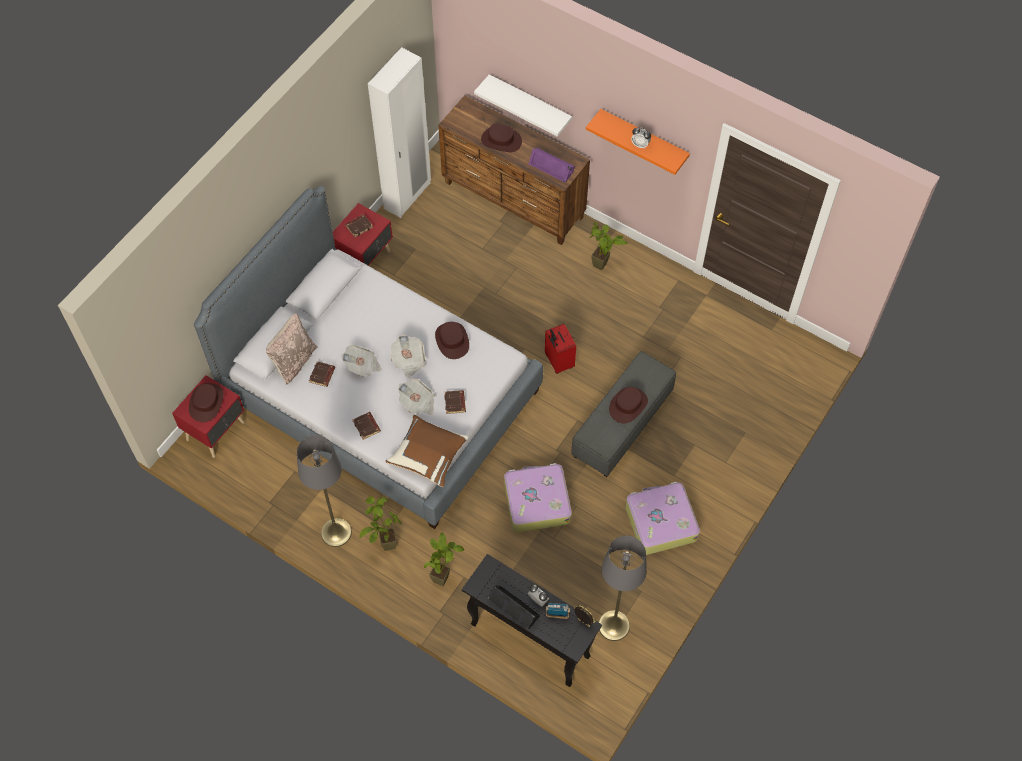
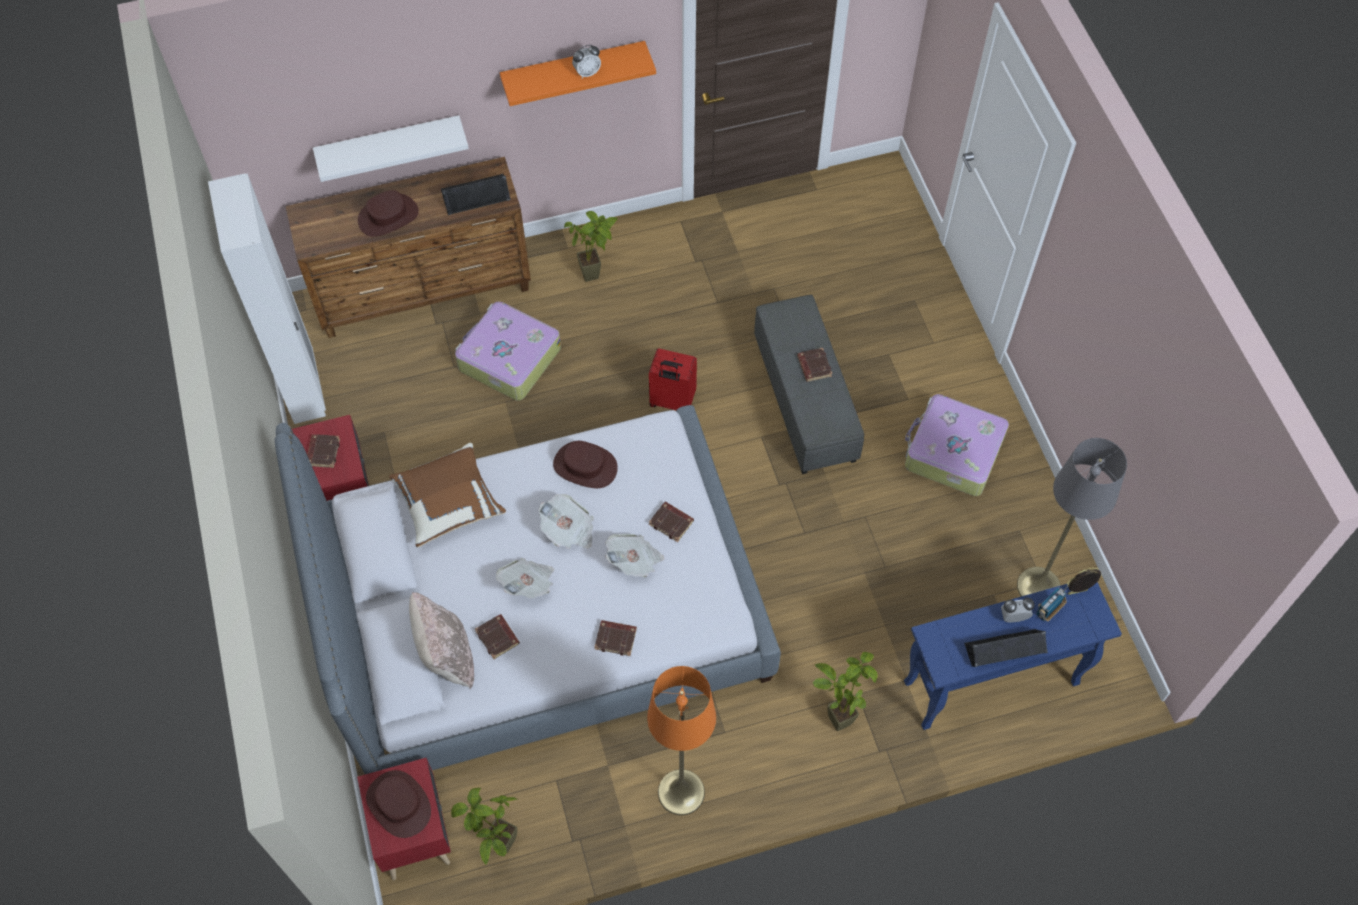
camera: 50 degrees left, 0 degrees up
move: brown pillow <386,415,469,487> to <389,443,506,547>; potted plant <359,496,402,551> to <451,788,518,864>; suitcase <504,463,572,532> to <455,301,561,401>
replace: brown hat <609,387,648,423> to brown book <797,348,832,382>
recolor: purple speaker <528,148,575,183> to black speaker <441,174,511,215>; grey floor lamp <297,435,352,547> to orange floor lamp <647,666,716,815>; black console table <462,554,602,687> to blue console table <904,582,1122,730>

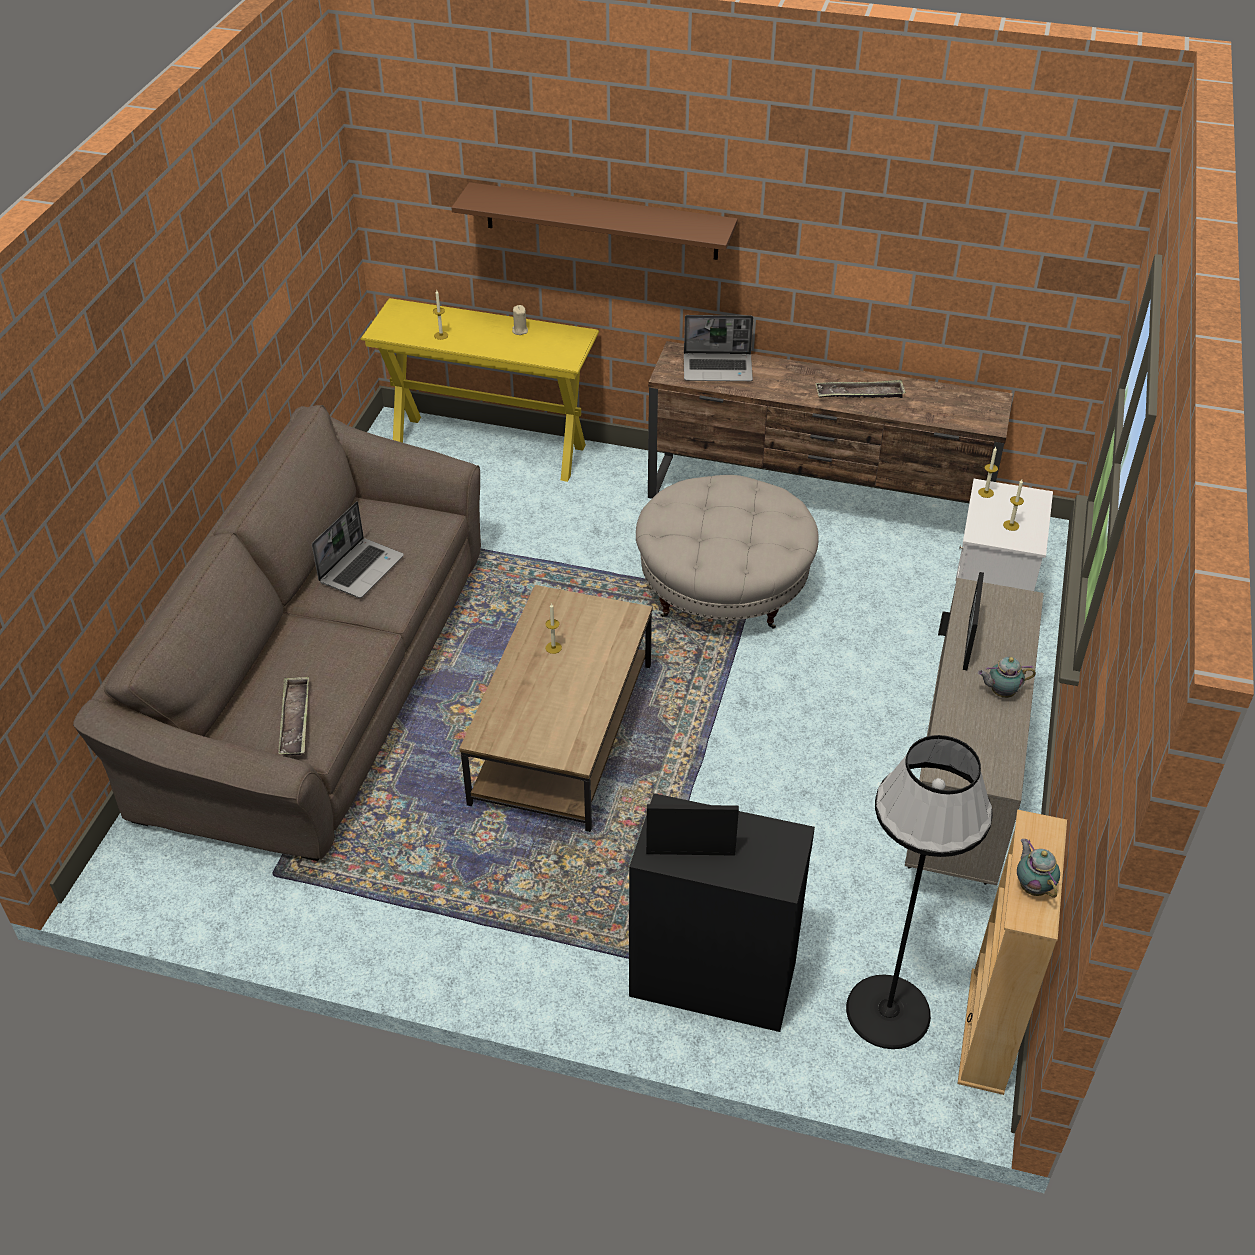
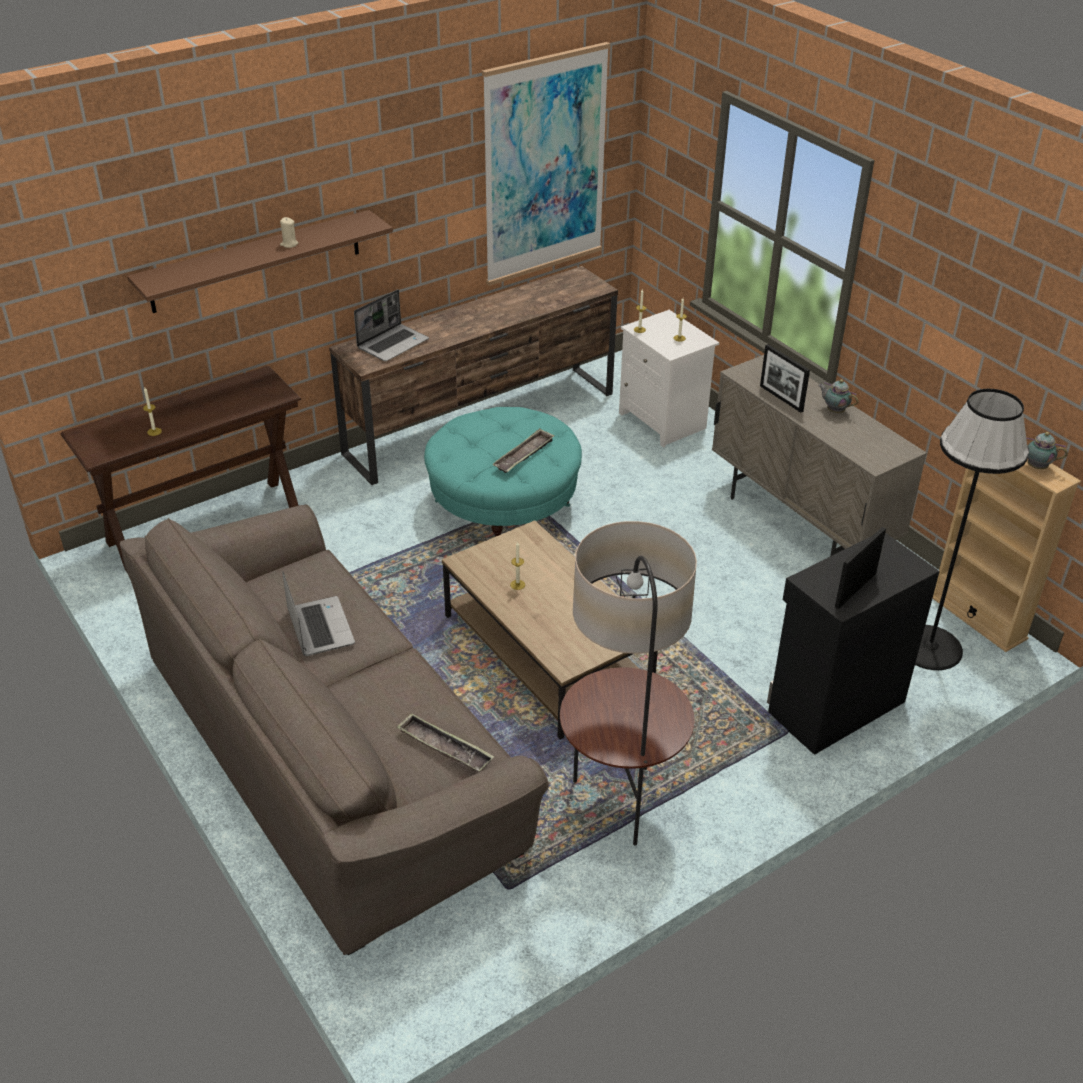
camera: 50 degrees left, 5 degrees down
insert: picture <482,42,610,286>; floor lamp <560,521,697,846>
move: beige candle <512,305,528,335> to <280,217,299,248>; tray <815,380,906,398> to <492,428,555,473>
recolor: yellow console table <361,298,599,482> to brown console table <60,366,301,572>; beige ottoman <636,475,819,629> to turquoise ottoman <424,407,582,537>
rotate: teapot <977,657,1036,698> = <818,379,858,413> 90 degrees clockwise

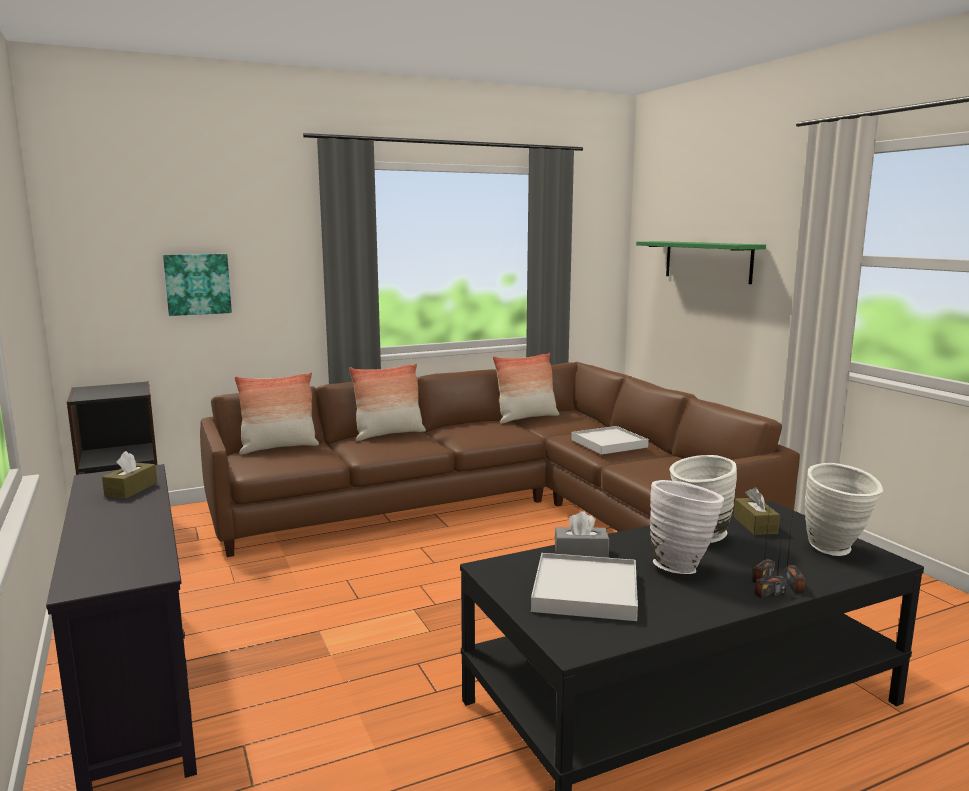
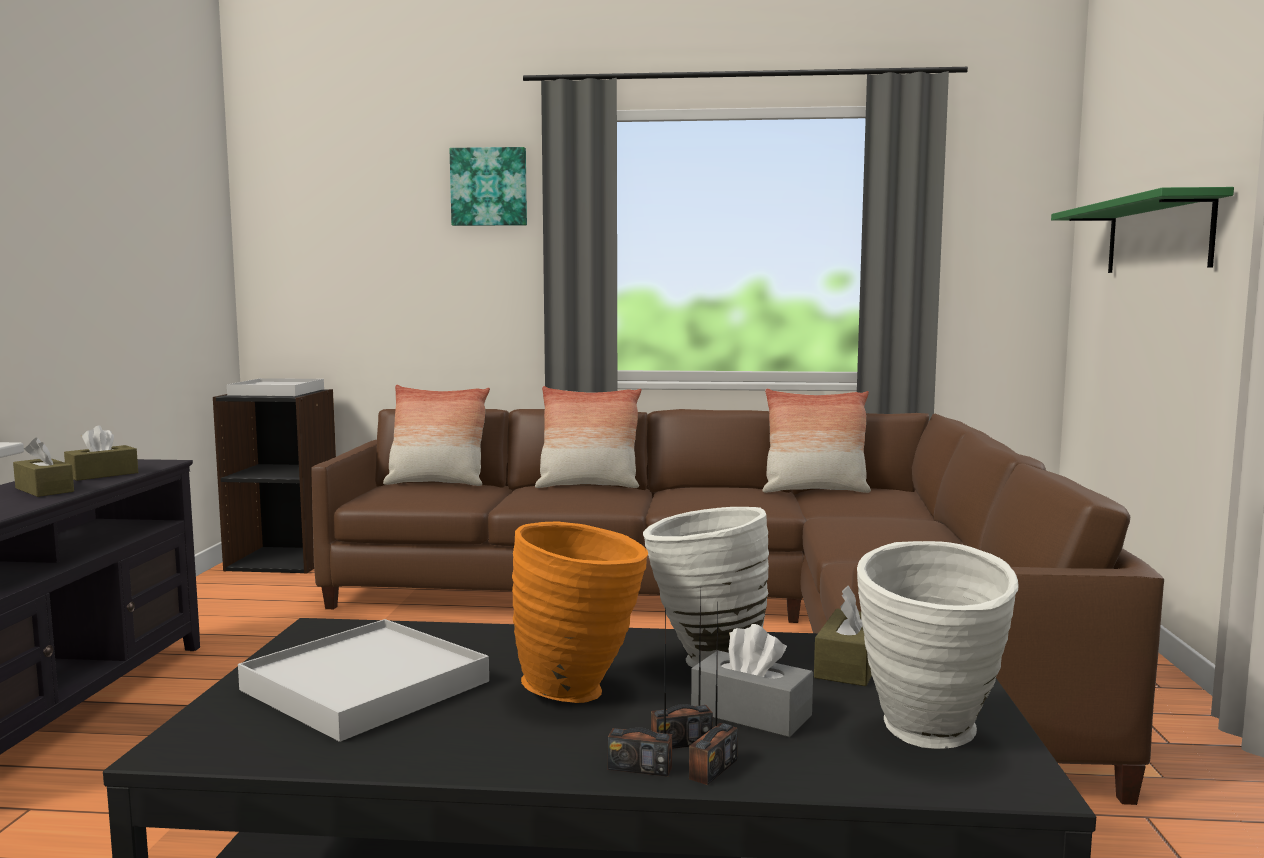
camera: 30 degrees right, 5 degrees down
insert: brown tissue box <13,437,74,497>
move: white tray <571,426,649,455> to <227,378,324,396>; picture <163,254,232,316> to <450,147,527,226>; grey tissue box <555,511,609,558> to <691,624,813,737>
recolor: white vase <650,480,724,574> to orange vase <512,521,648,703>

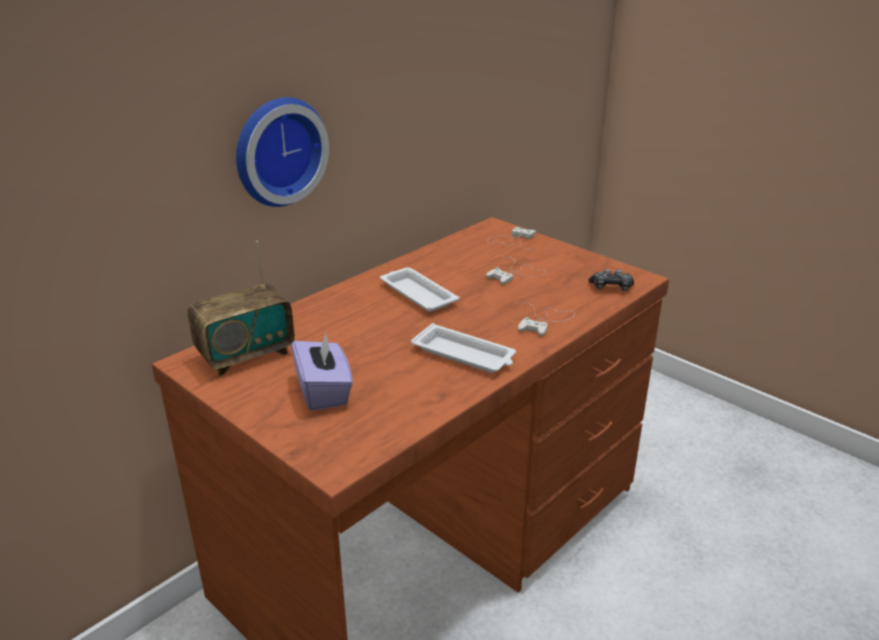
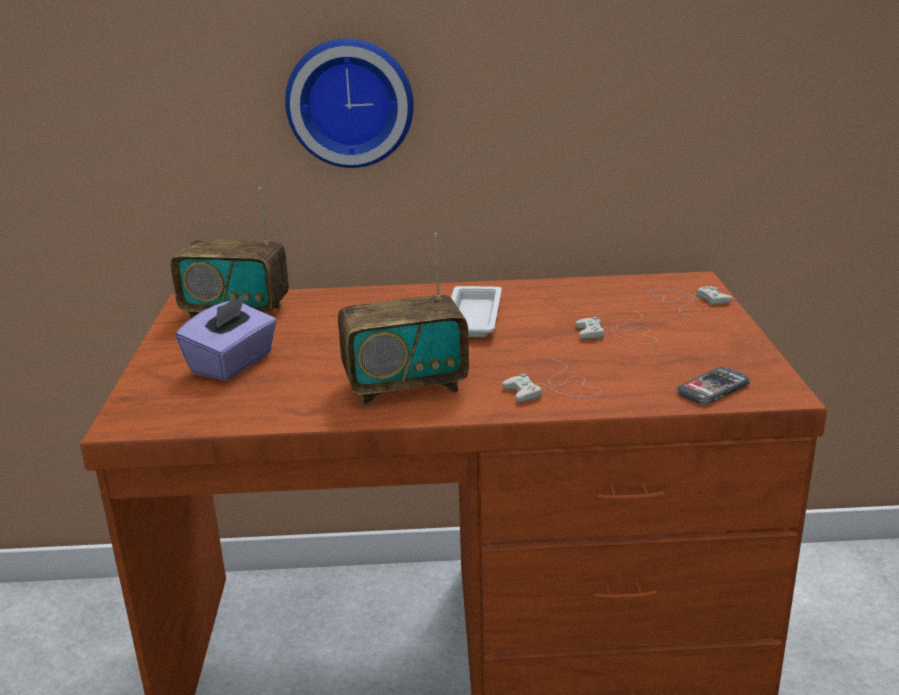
camera: 45 degrees right, 5 degrees down
replace: white tray <411,323,516,373> to radio <338,233,469,406>; game controller <588,269,634,291> to phone <677,367,750,405>

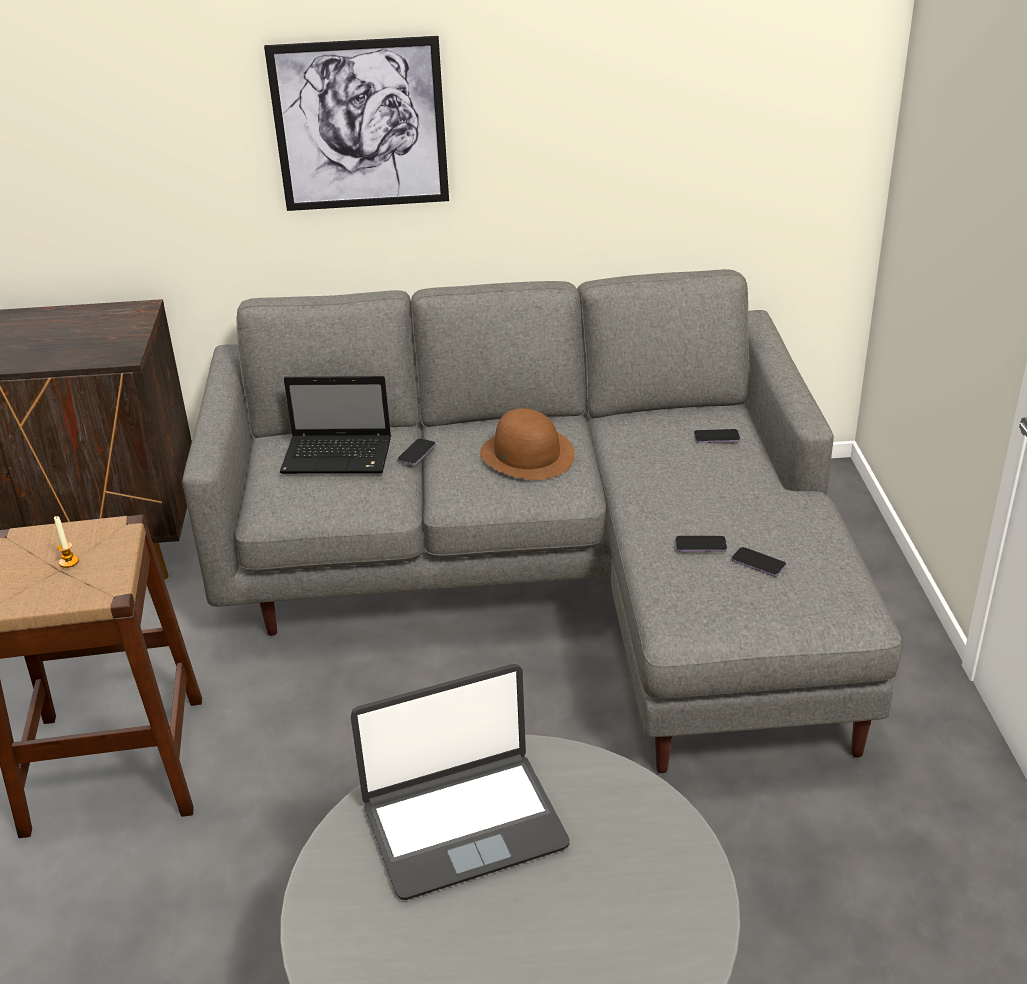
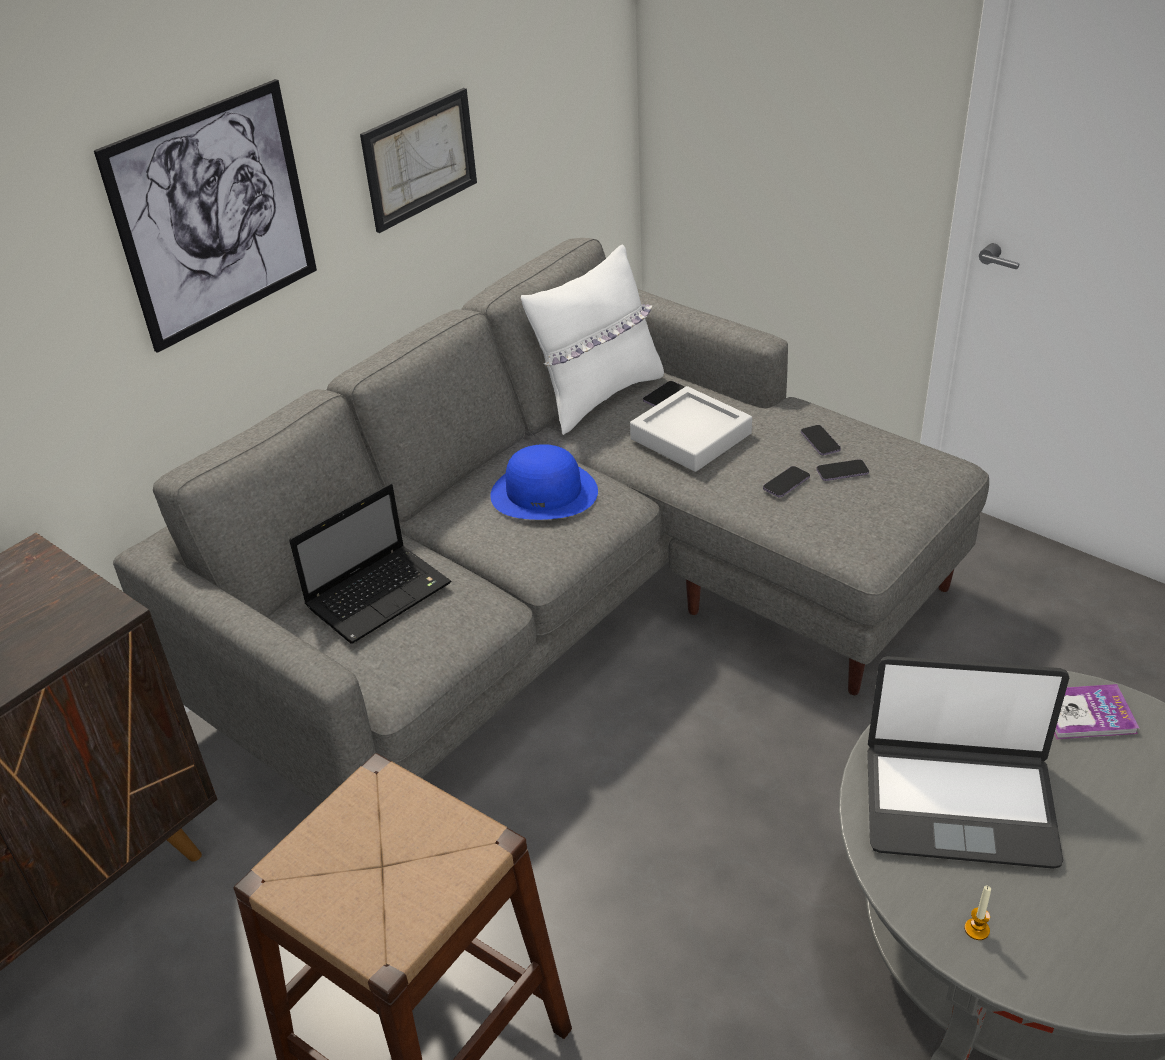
camera: 45 degrees left, 5 degrees up
insert: picture <360,88,477,233>; white pillow <521,245,664,435>; grey tray <630,386,752,472>; book <1054,684,1139,739>
move: phone <397,438,436,465> to <801,425,841,455>; candle <54,516,79,568> to <965,885,991,940>
recolor: brown hat <480,408,575,480> to blue hat <490,444,598,520>
rotate: laptop <351,664,570,900> = <867,656,1069,869> 75 degrees clockwise

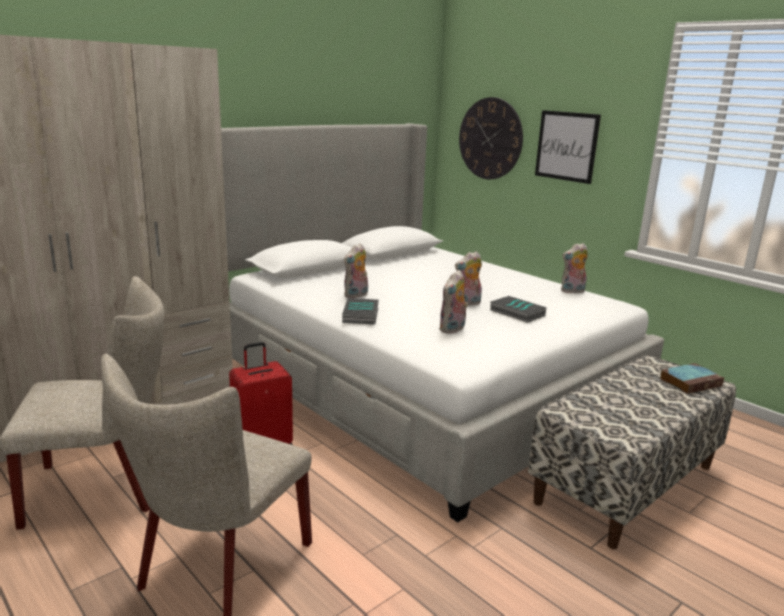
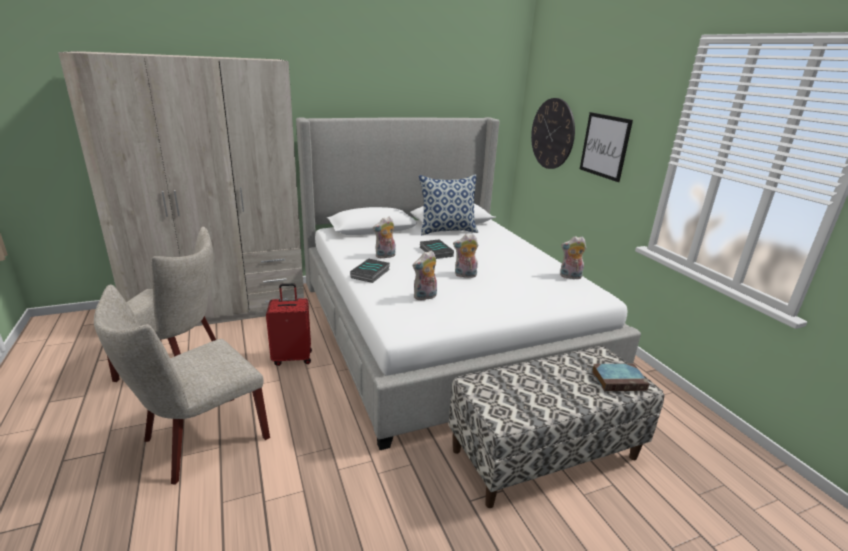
camera: 20 degrees right, 5 degrees up
insert: pillow <419,174,478,235>
move: book <490,296,547,323> to <420,239,454,259>

